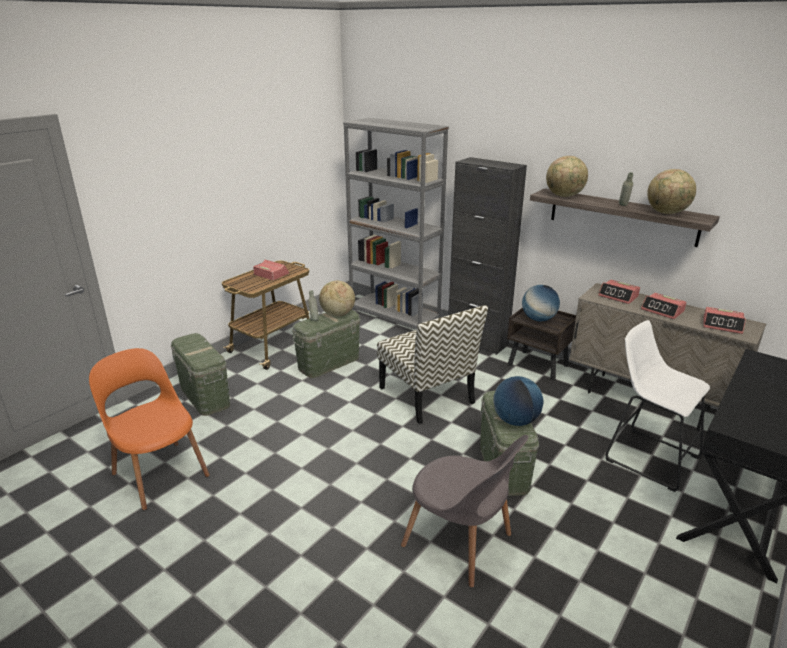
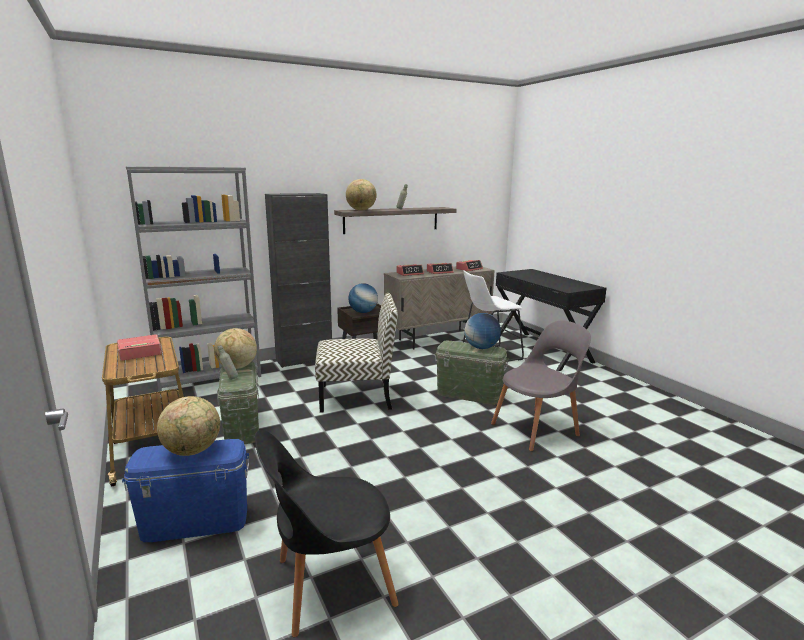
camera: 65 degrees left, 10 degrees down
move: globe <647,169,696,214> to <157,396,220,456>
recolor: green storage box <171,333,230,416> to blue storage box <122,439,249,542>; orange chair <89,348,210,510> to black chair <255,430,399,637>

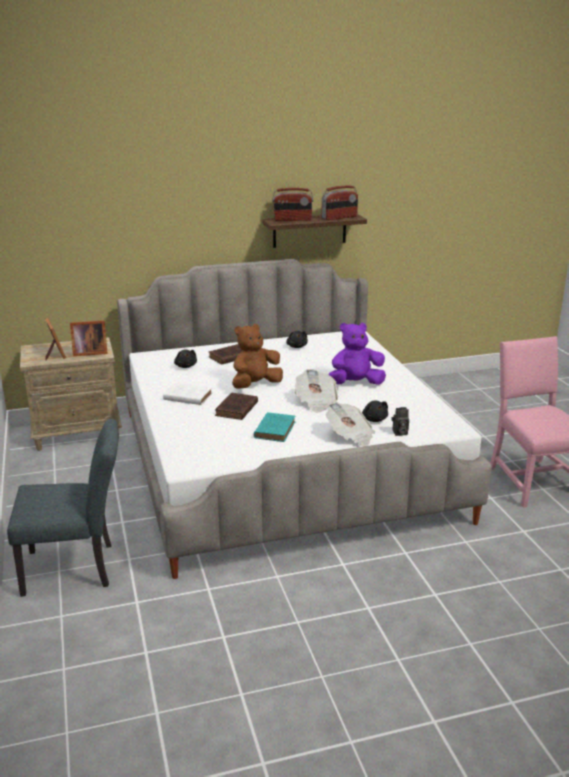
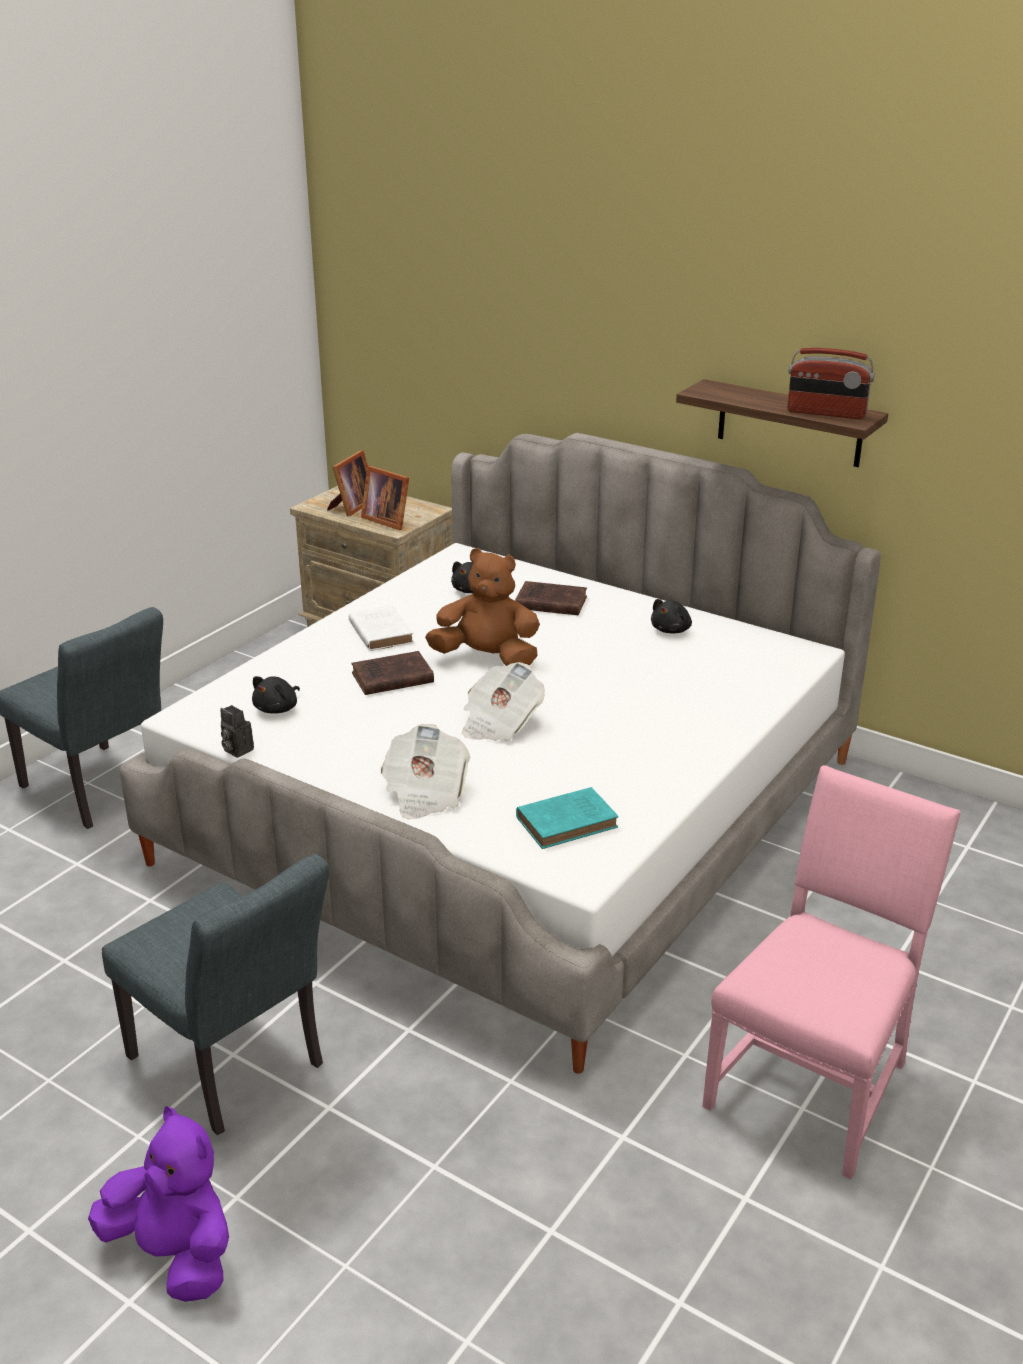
camera: 50 degrees right, 5 degrees up
delete: radio <272,188,313,221>
insert: grey chair <102,854,329,1135>
move: purple plush toy <328,323,386,385> to <88,1106,229,1302>; photo camera <391,407,409,436> to <220,705,254,758>; black plush toy <362,401,388,422> to <252,676,300,713>; turquoise book <254,412,296,442> to <516,787,618,849>

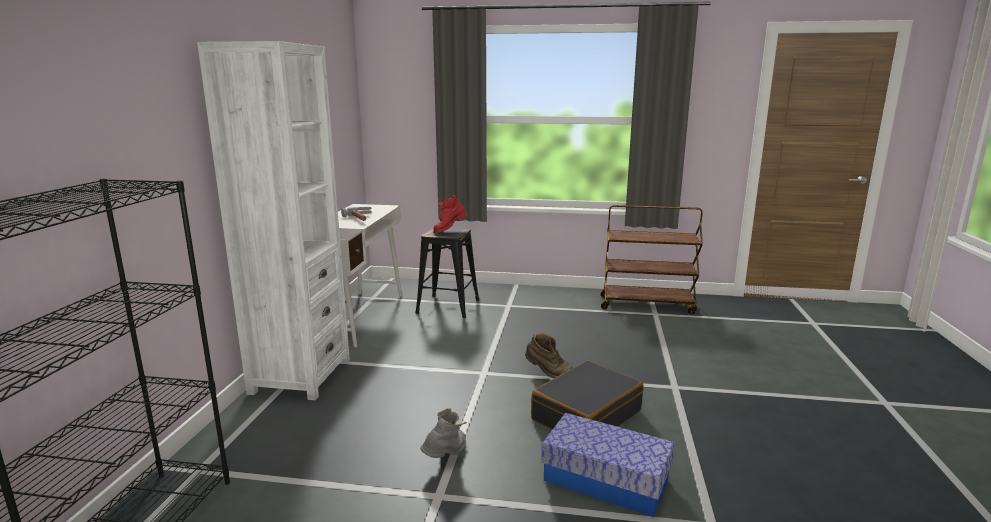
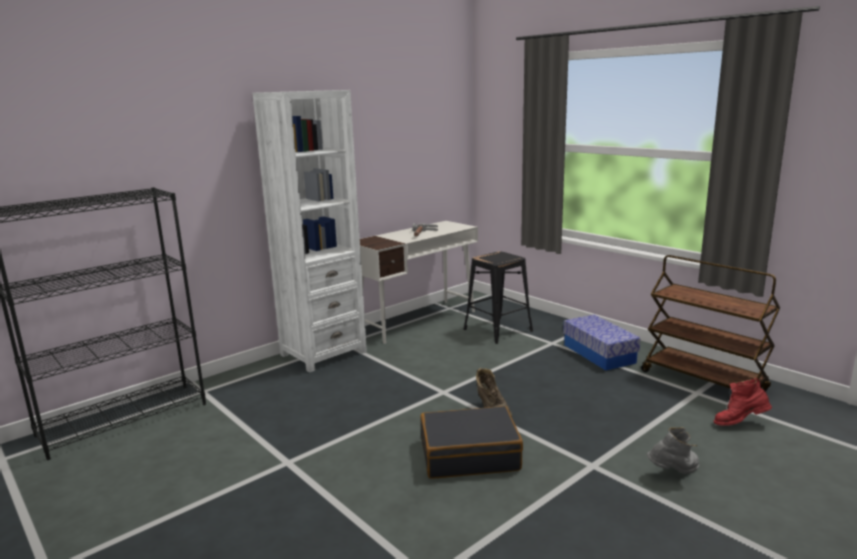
camera: 40 degrees right, 0 degrees up
move: storage box <541,413,675,517> to <563,315,640,370>; grey boot <420,408,467,458> to <647,427,699,474>; red boot <433,195,468,233> to <714,378,772,426>

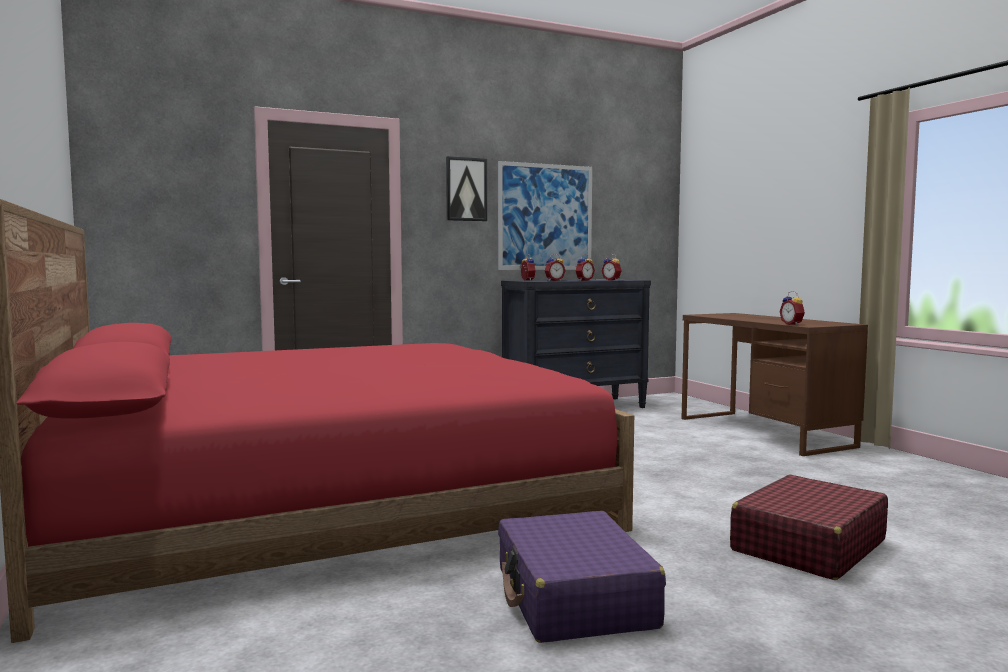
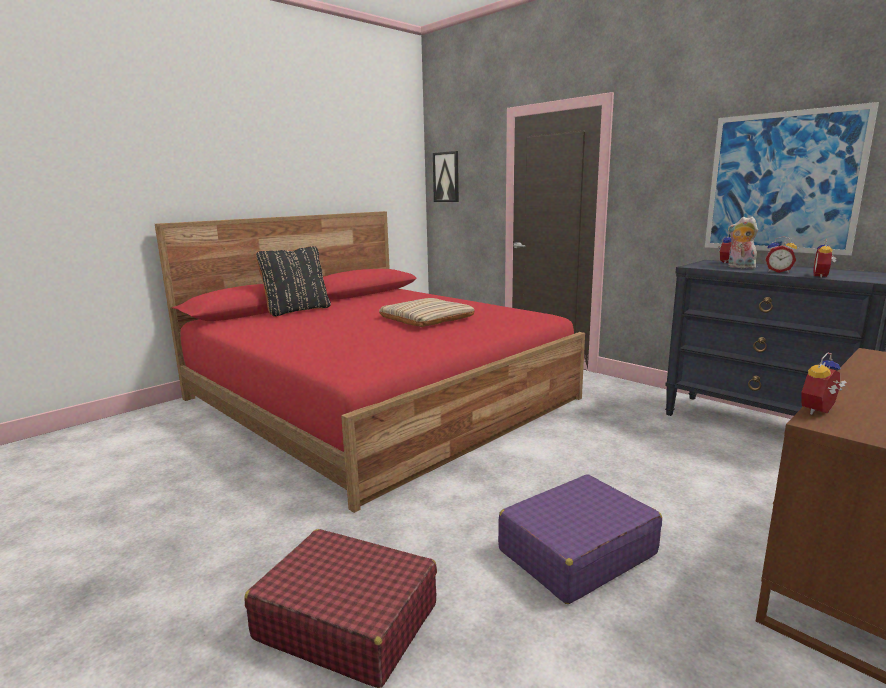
camera: 70 degrees right, 10 degrees up
insert: black pillow <256,246,331,317>; beige pillow <379,298,475,327>
move: picture <446,156,487,221> to <433,151,459,202>; purple suitcase <498,511,666,643> to <498,474,662,604>
replace: alarm clock <544,254,566,281> to plush toy <728,217,758,269>

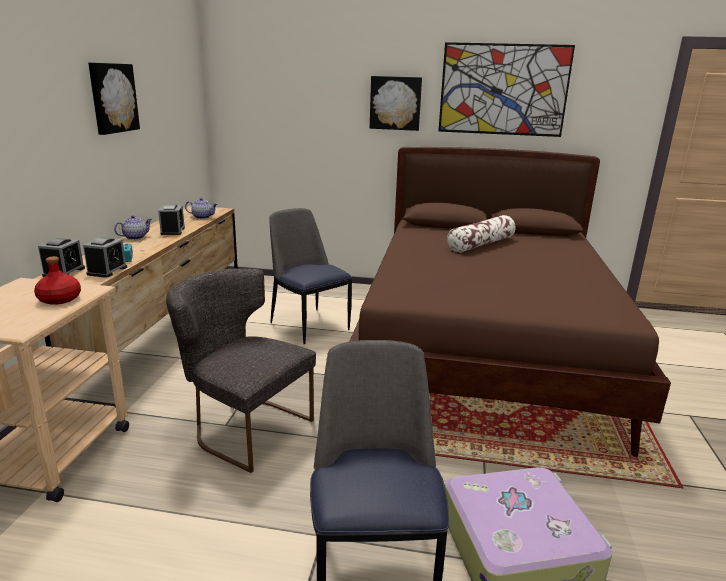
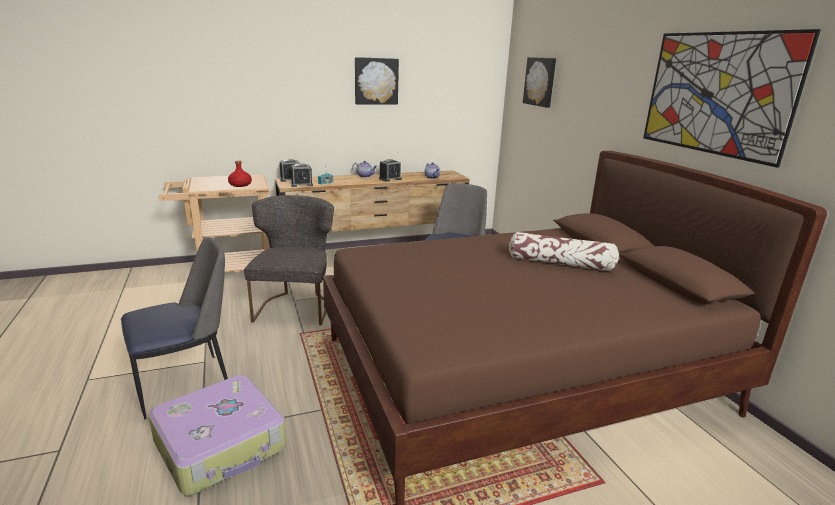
camera: 60 degrees right, 0 degrees up
move: picture <370,76,422,131> to <523,57,556,108>

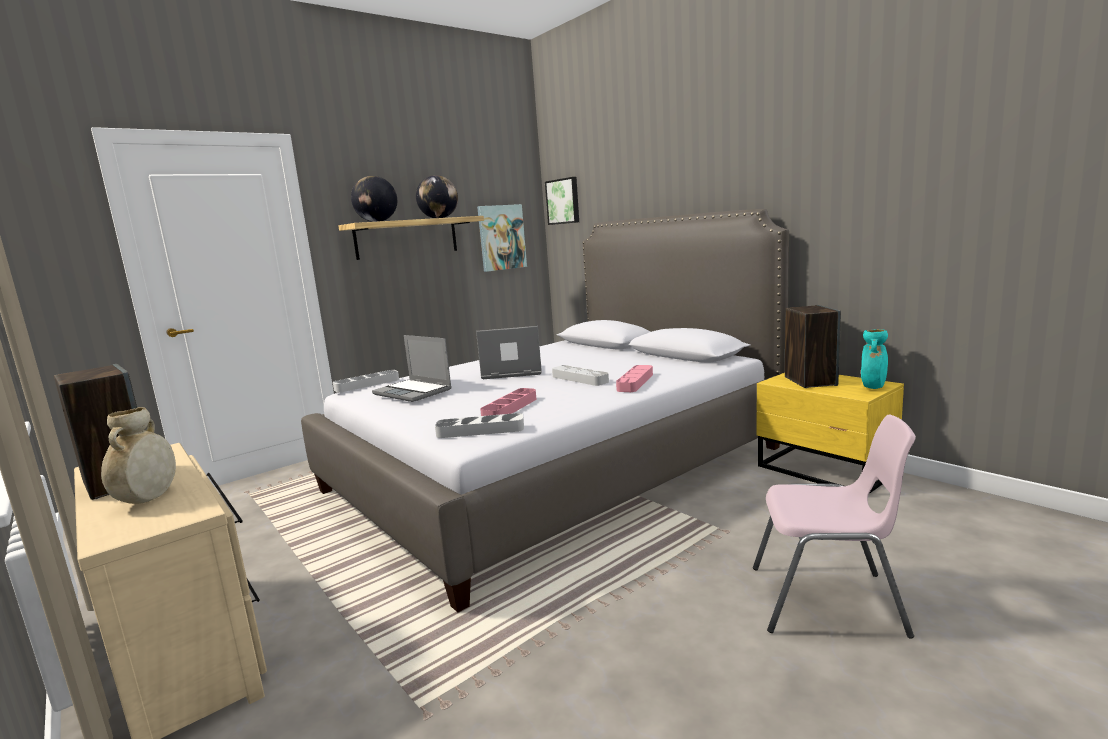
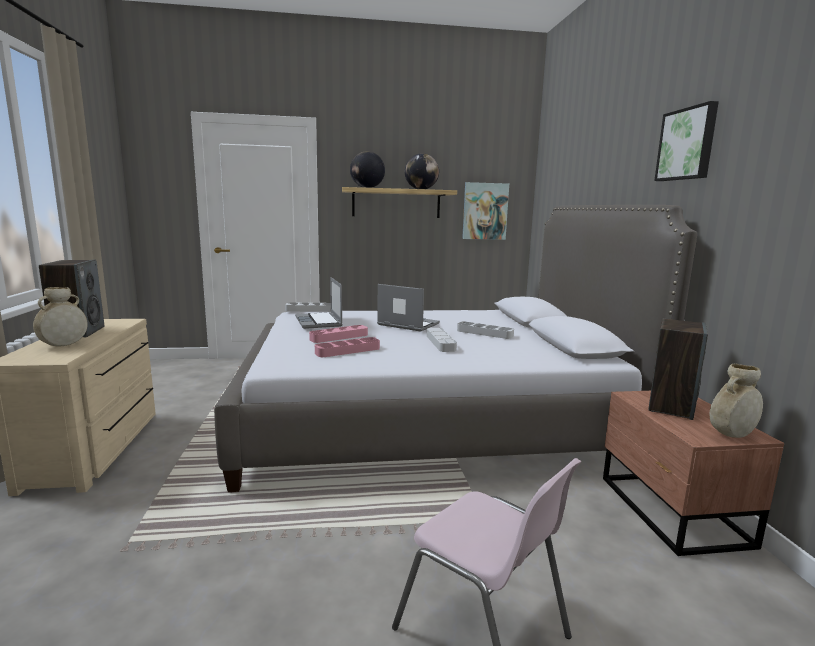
camera: 30 degrees right, 0 degrees up
move: pink tray <616,365,653,392> to <309,325,368,343>; grey tray <435,413,524,438> to <457,321,514,339>; picture <545,177,579,225> to <654,101,719,181>
recolor: yellow nightstand <757,373,904,494> to brown nightstand <603,391,784,556>; turquoise vase <861,329,888,389> to beige vase <710,364,763,438>

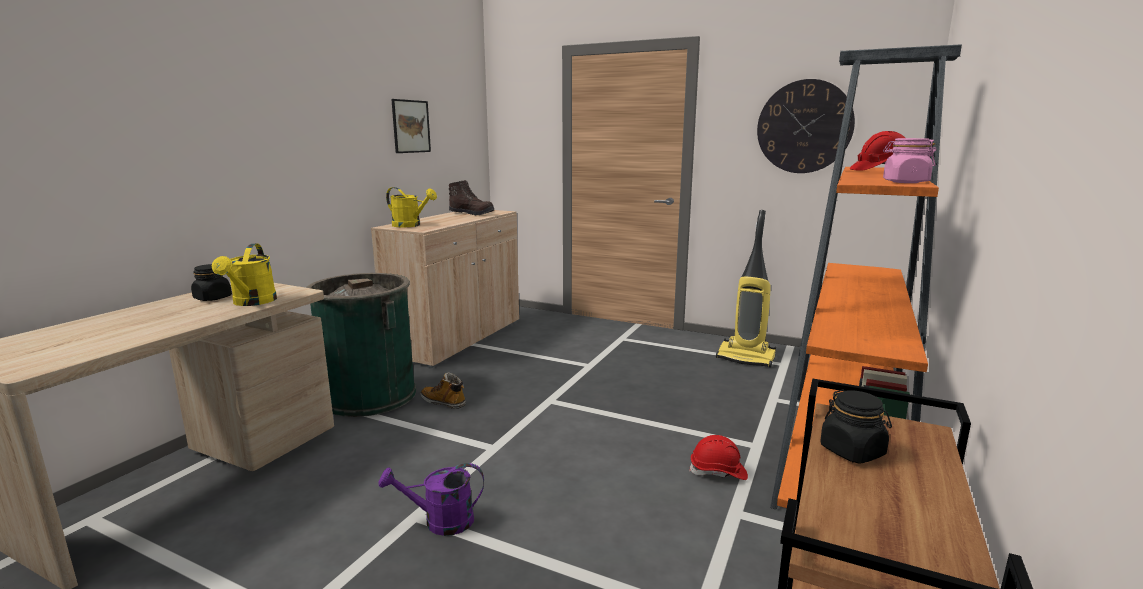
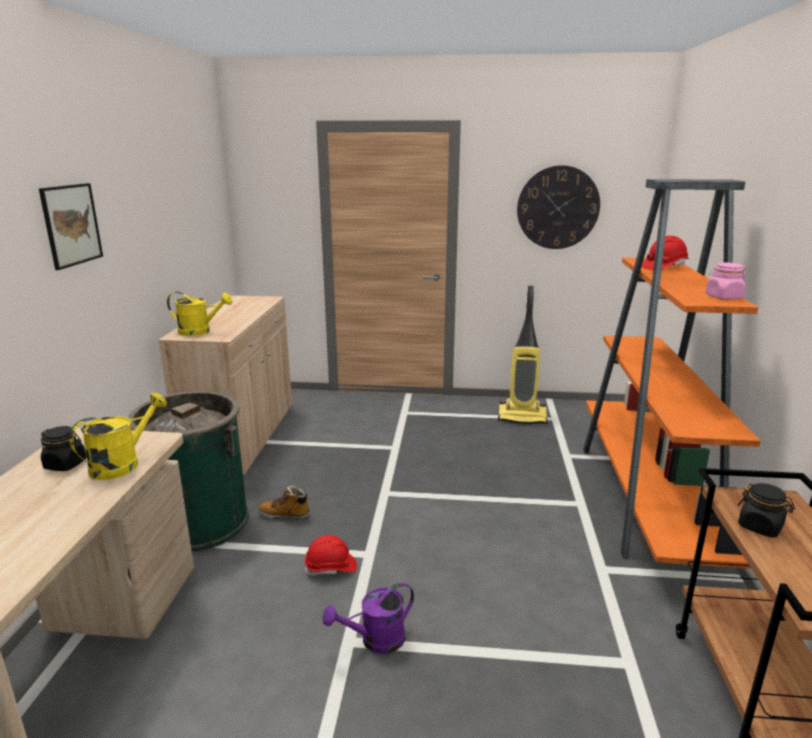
camera: 20 degrees left, 5 degrees up
delete: brown boot <449,180,495,215>
move: picture <391,99,431,153> to <39,183,103,270>; red hard hat <689,435,748,480> to <305,535,357,576>
rotate: yellow watering can <212,244,277,306> = <69,393,167,480> 120 degrees counterclockwise

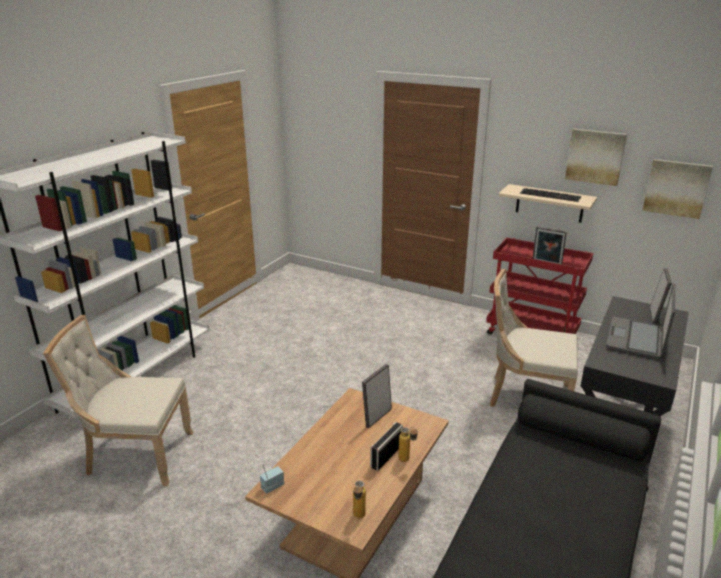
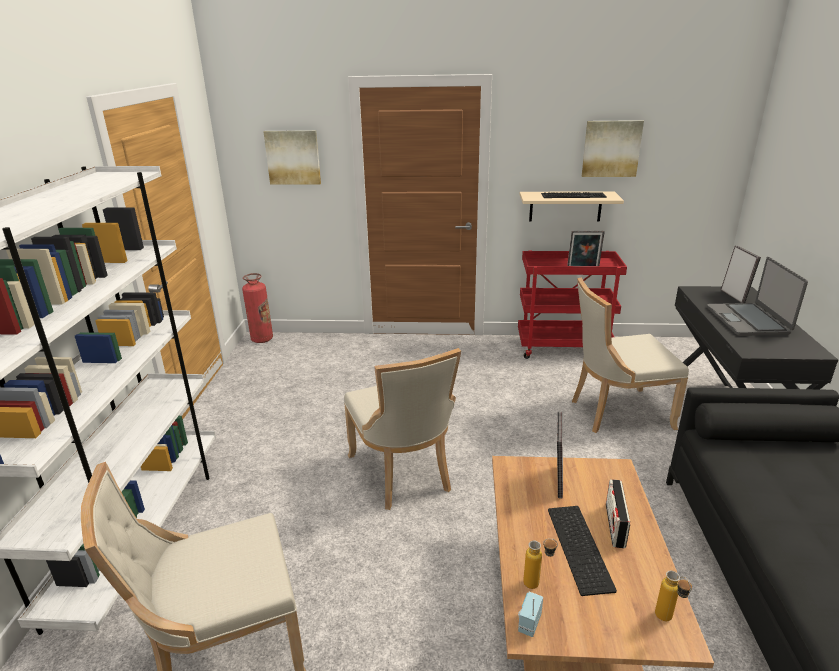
camera: 25 degrees left, 0 degrees up
insert: fire extinguisher <242,273,273,343>; beige chair <344,348,461,510>; keyboard <548,506,617,596>
move: picture <642,159,713,219> to <263,130,321,185>; bottle <398,427,418,462> to <523,538,558,589>

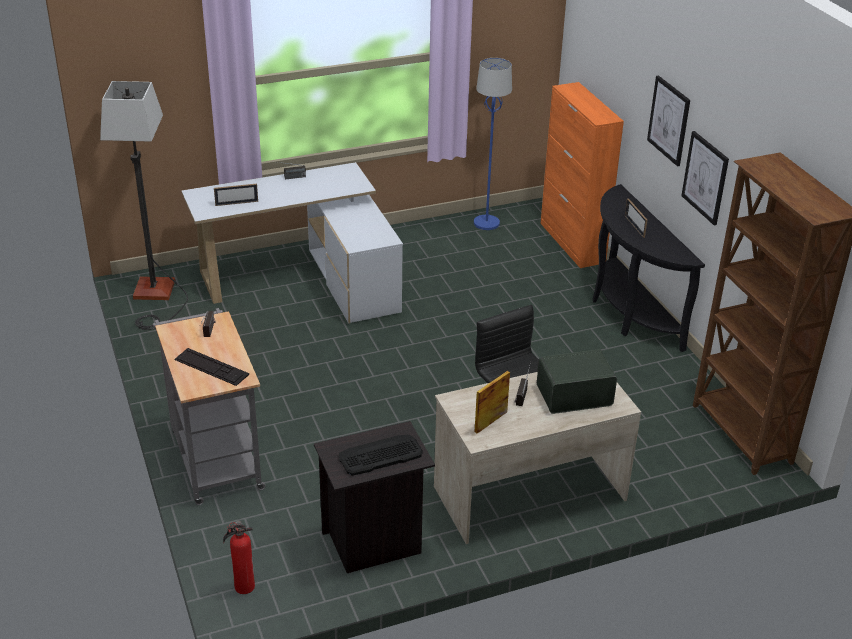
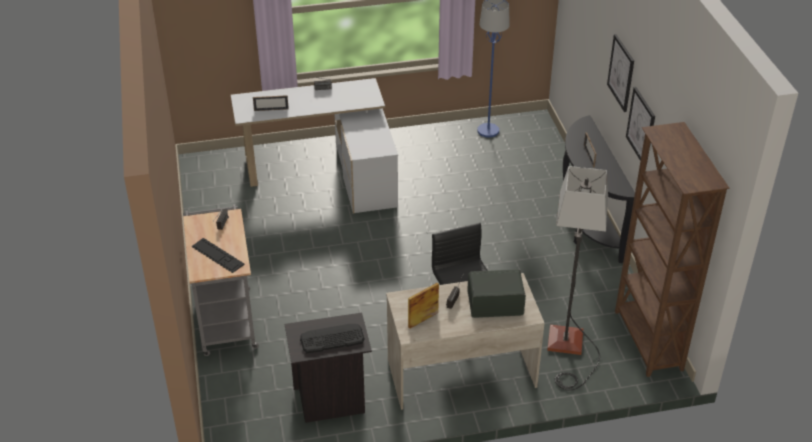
camera: 10 degrees right, 5 degrees up
delete: fire extinguisher <223,521,255,594>; orange cabinet <541,82,624,268>
move: floor lamp <100,81,188,330> to <547,166,608,390>

